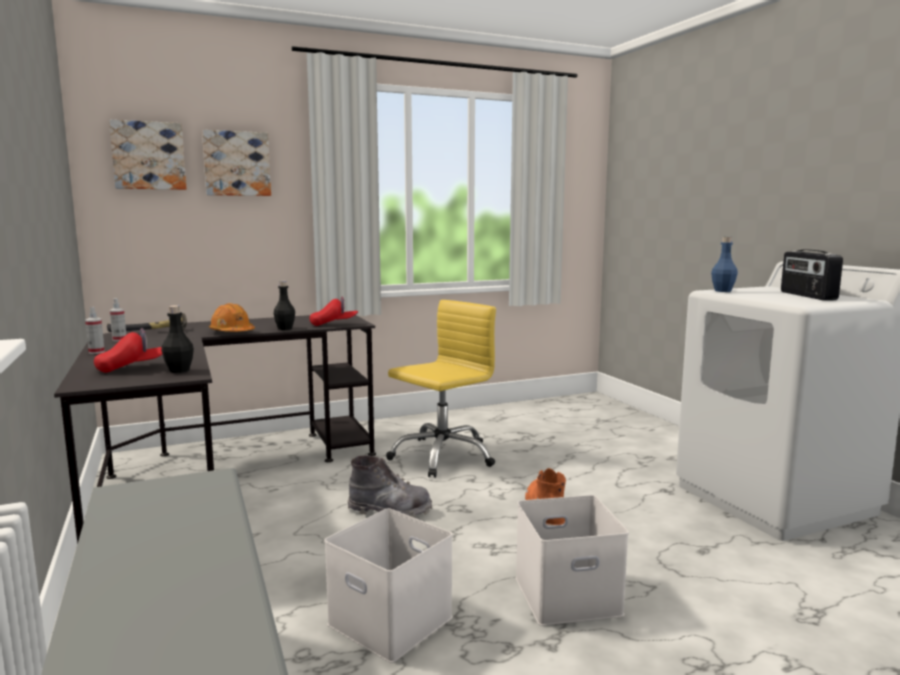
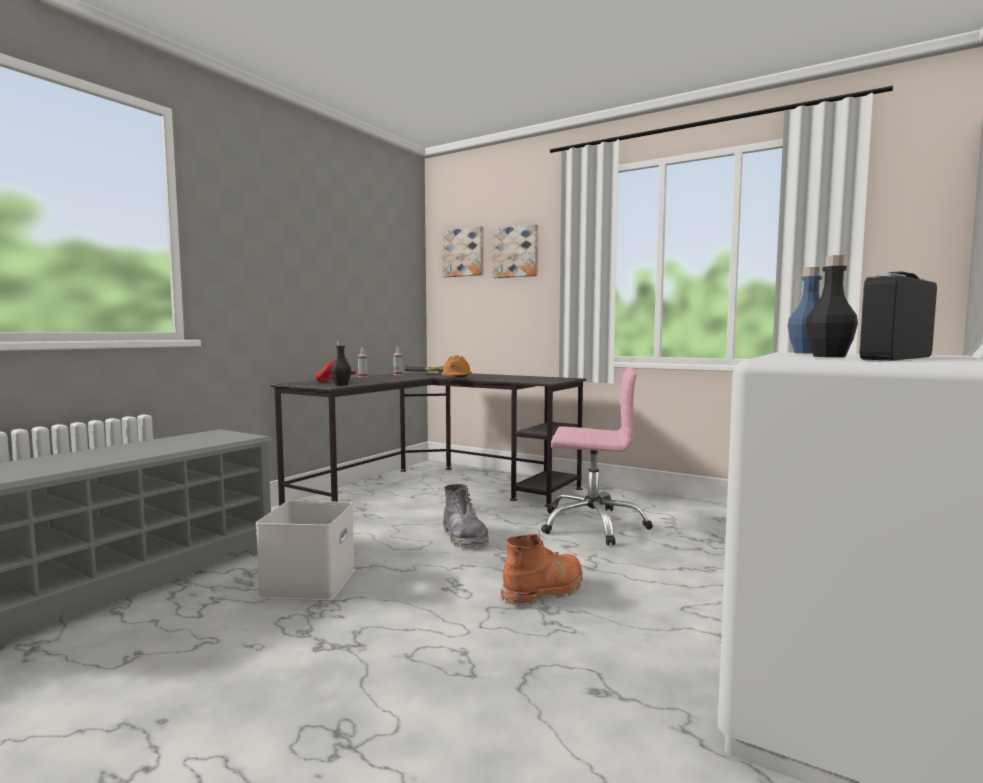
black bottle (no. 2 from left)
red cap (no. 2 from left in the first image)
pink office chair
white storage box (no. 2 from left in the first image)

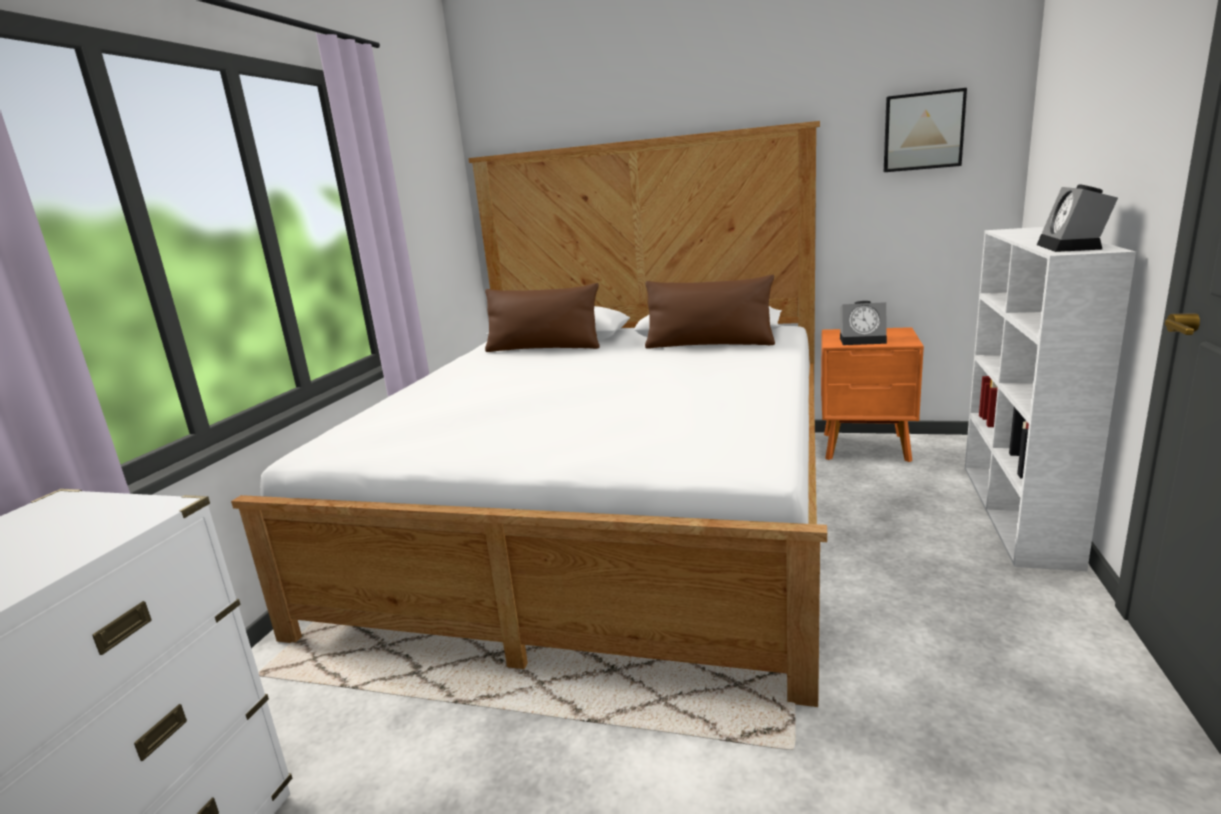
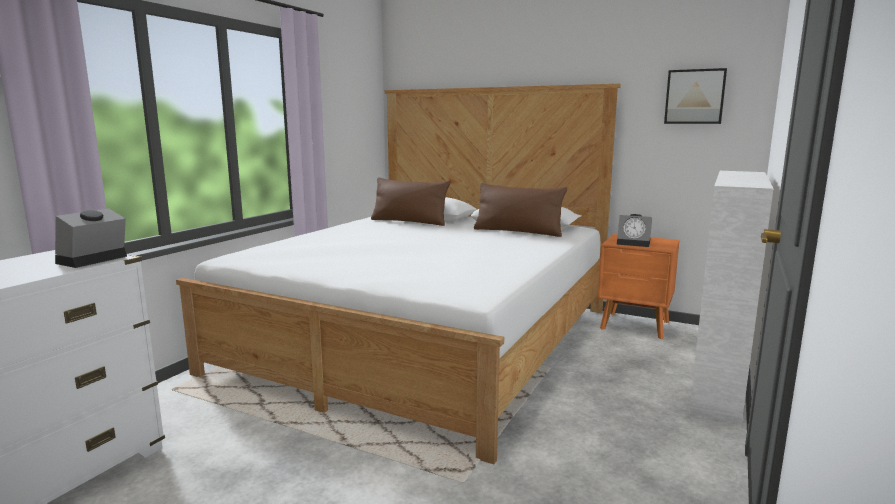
alarm clock (no. 1 from left)

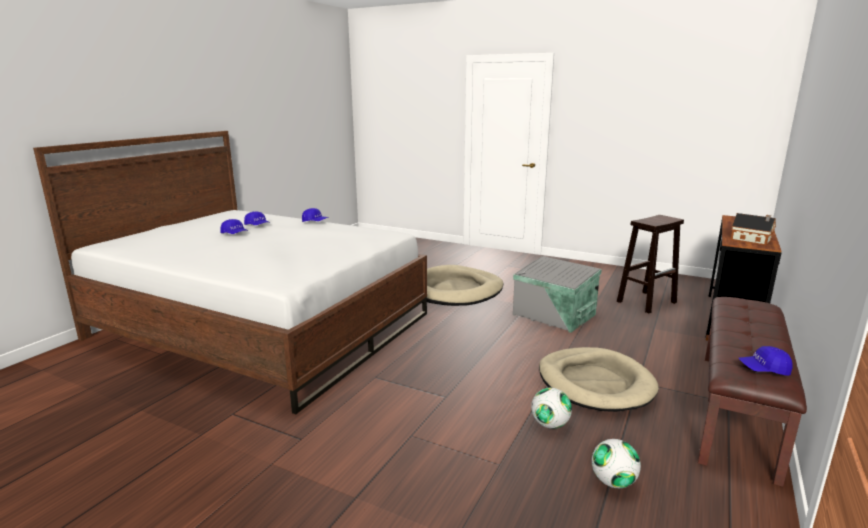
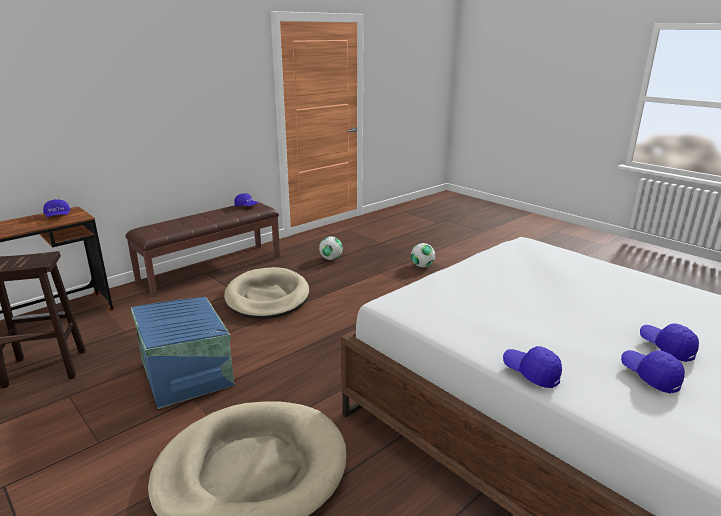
blue storage box
football (no. 2 from left)
blue cap (no. 1 from left)

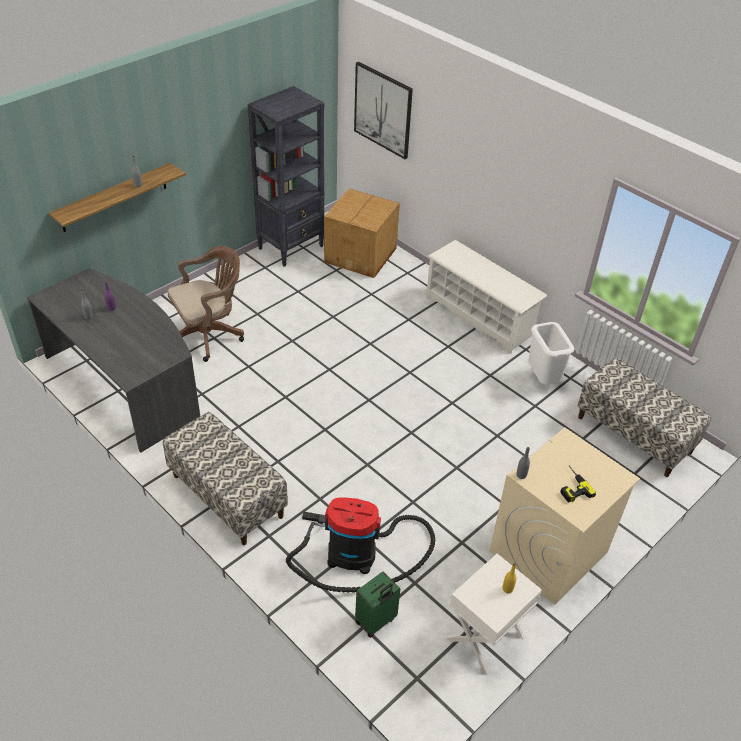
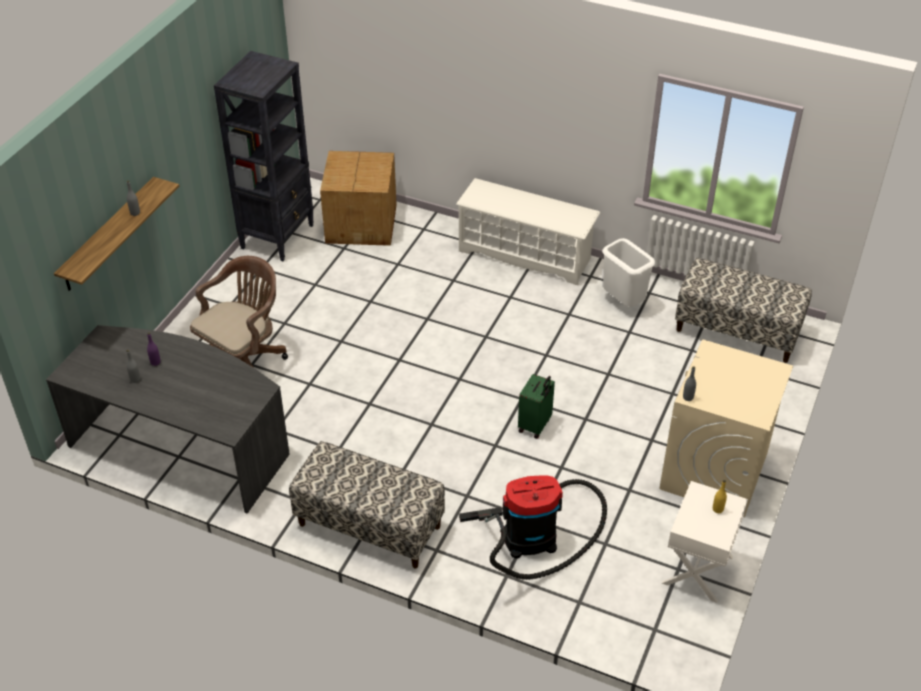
picture
green suitcase
power drill

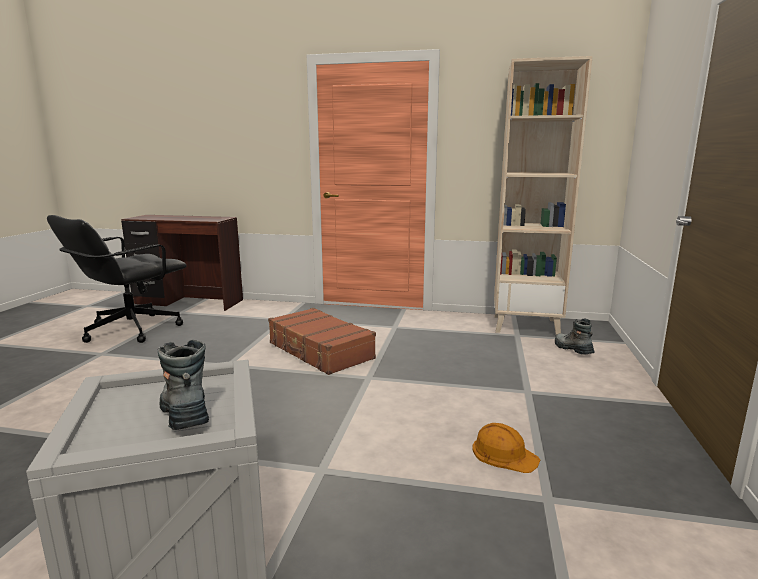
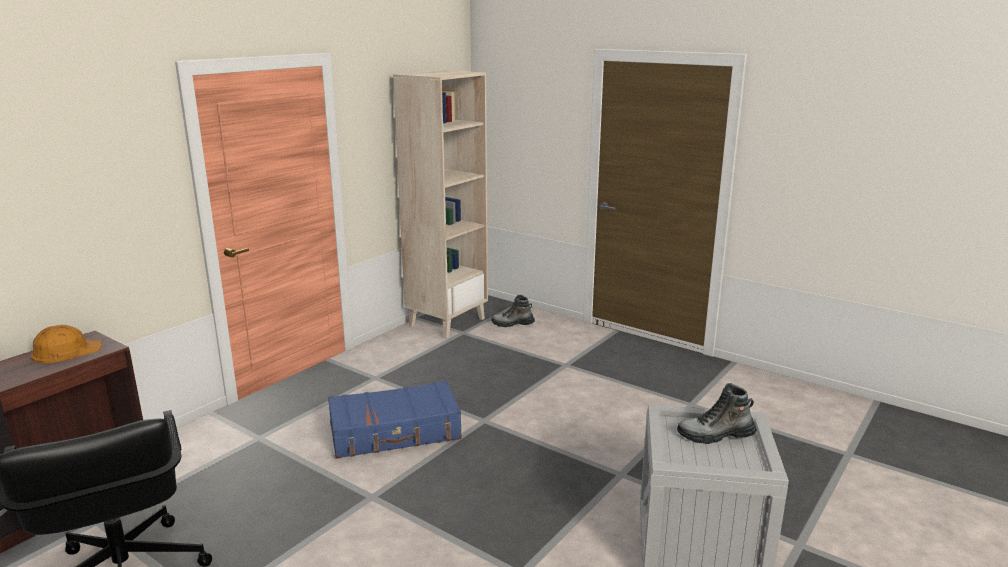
blue suitcase
orange hard hat

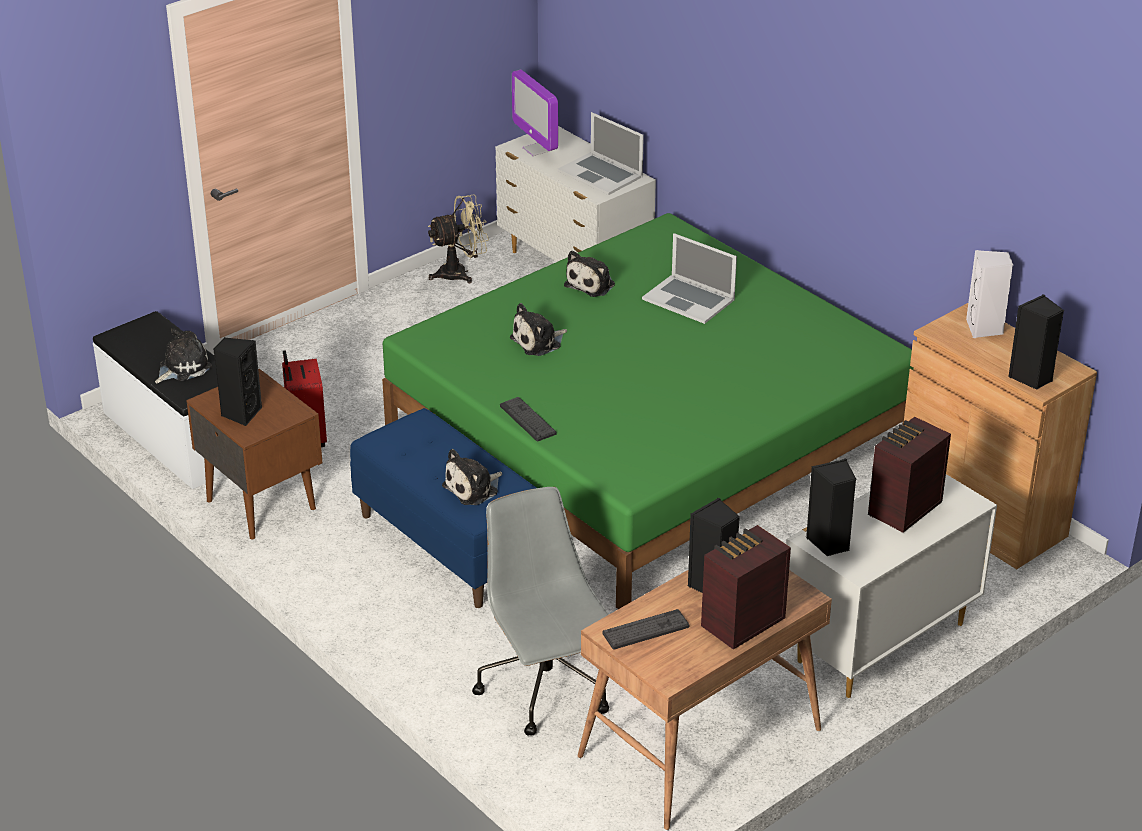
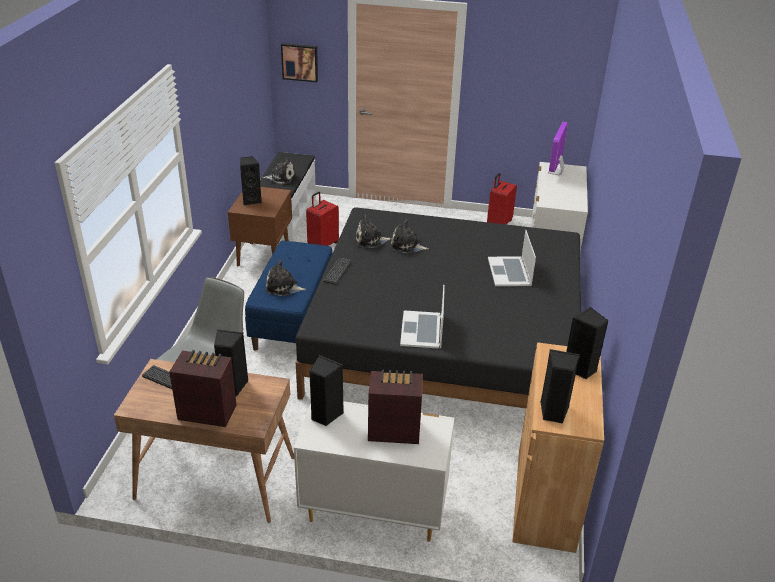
black bed
red suitcase (no. 2 from left)
laptop (no. 1 from left)
plush toy (no. 3 from left)
black speaker (no. 5 from left)
picture

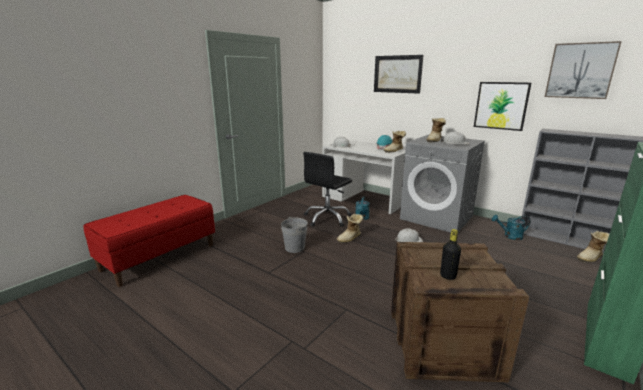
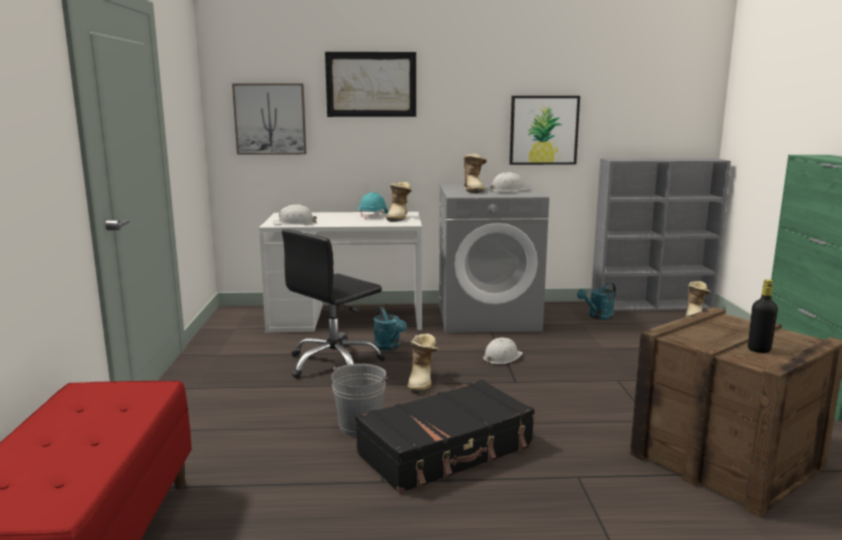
black office chair
picture (no. 1 from left)
black suitcase

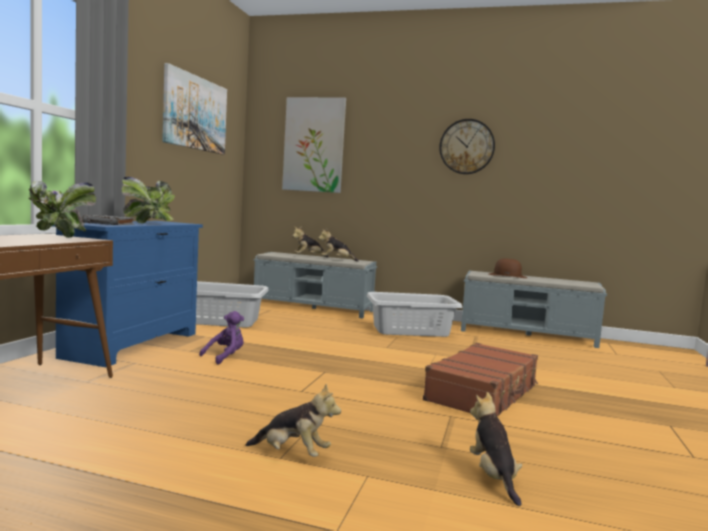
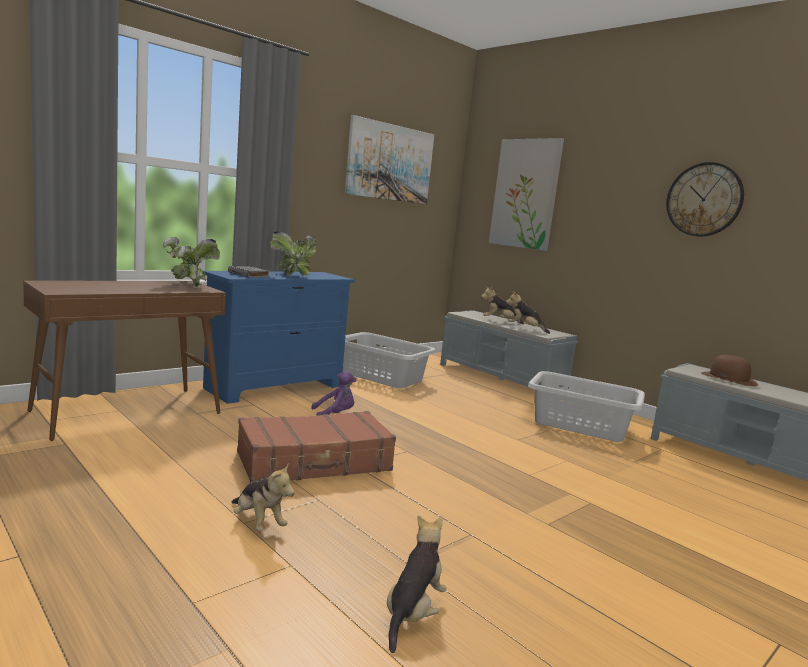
brown suitcase

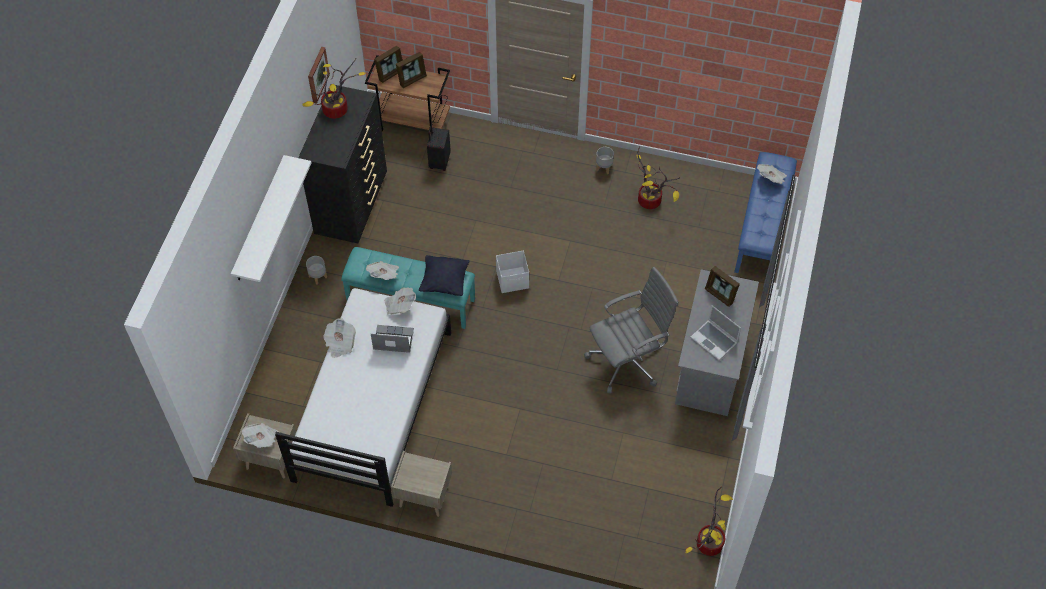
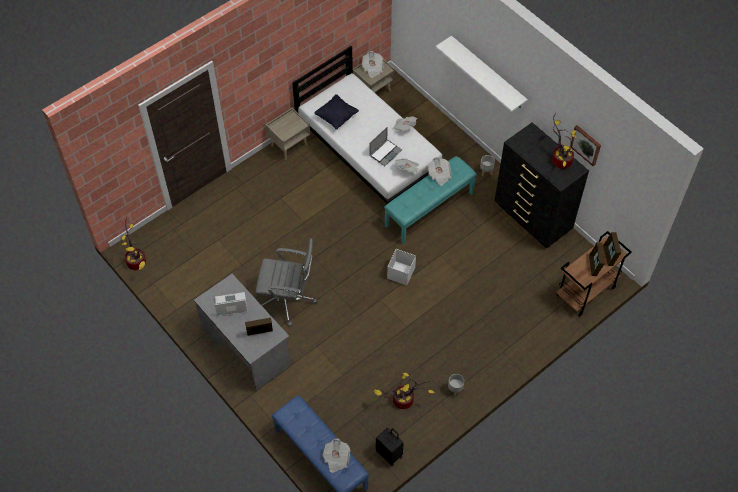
black pillow
black suitcase
grey office chair

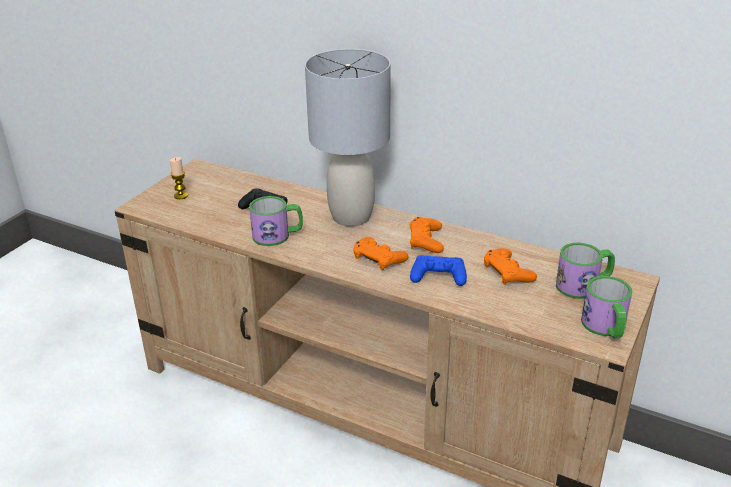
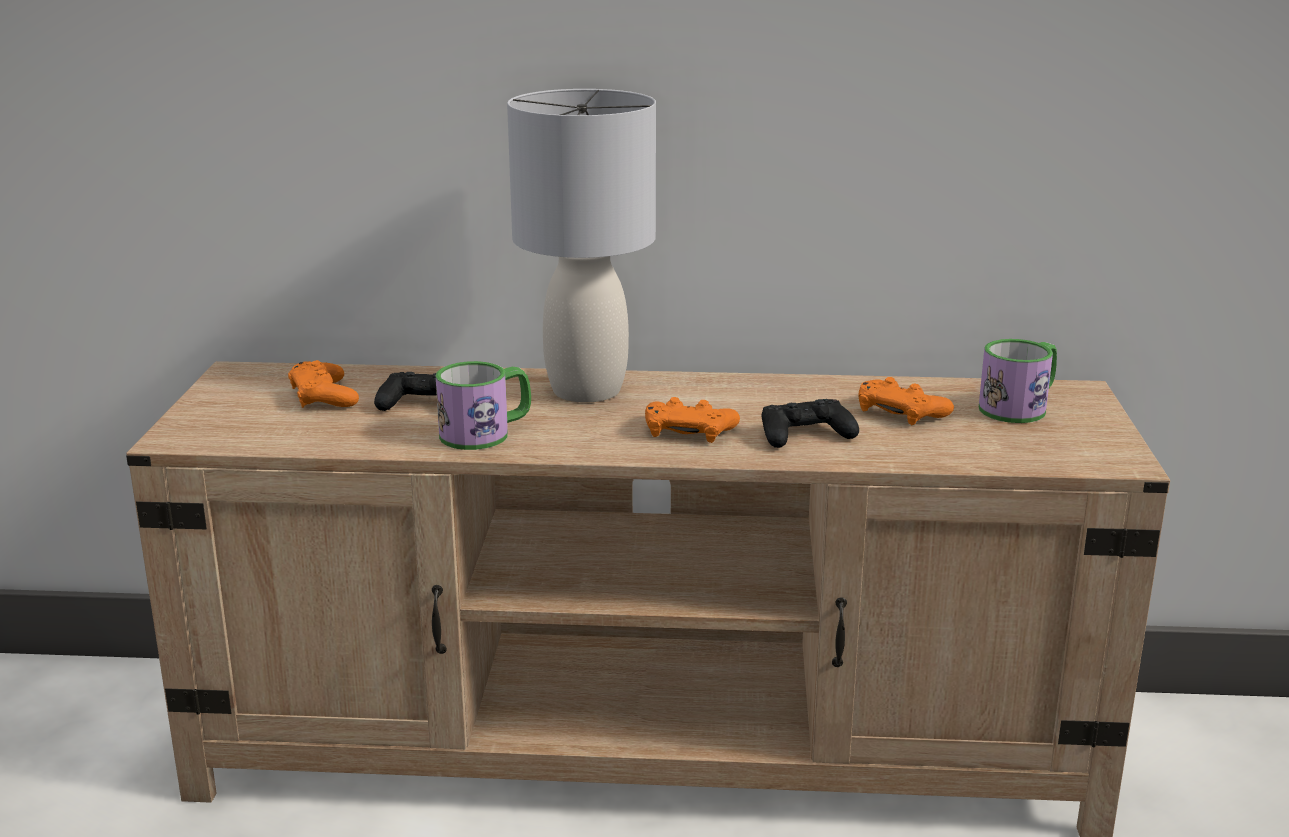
candle
orange game controller (no. 1 from left)
black game controller (no. 2 from left)
mug (no. 3 from left in the first image)

